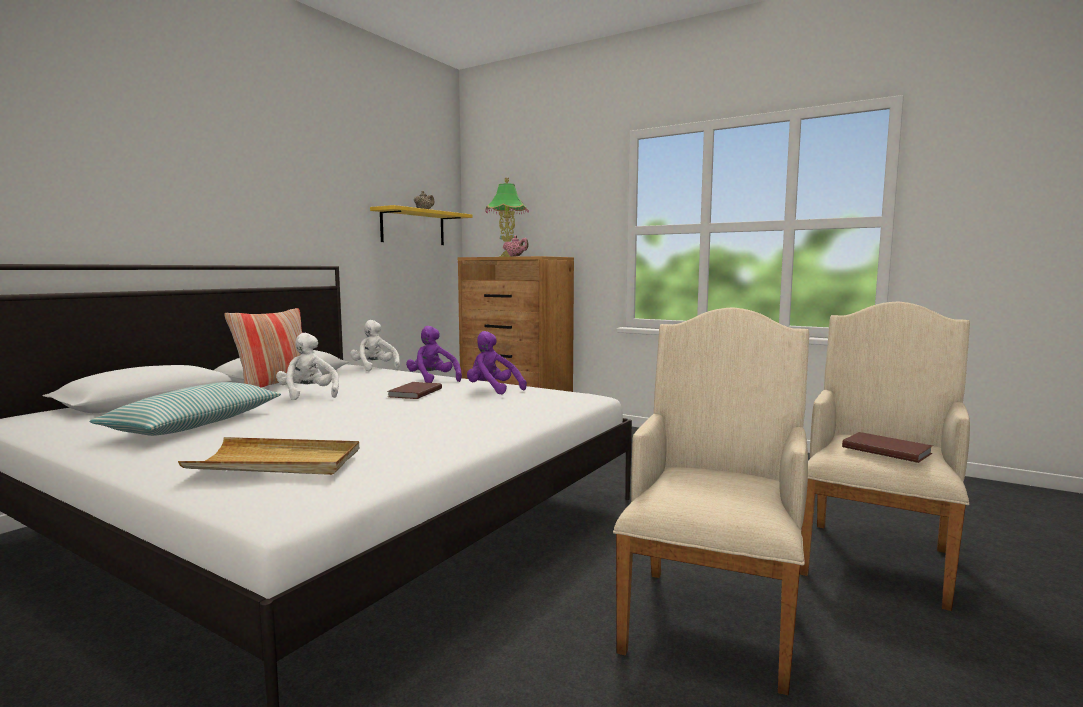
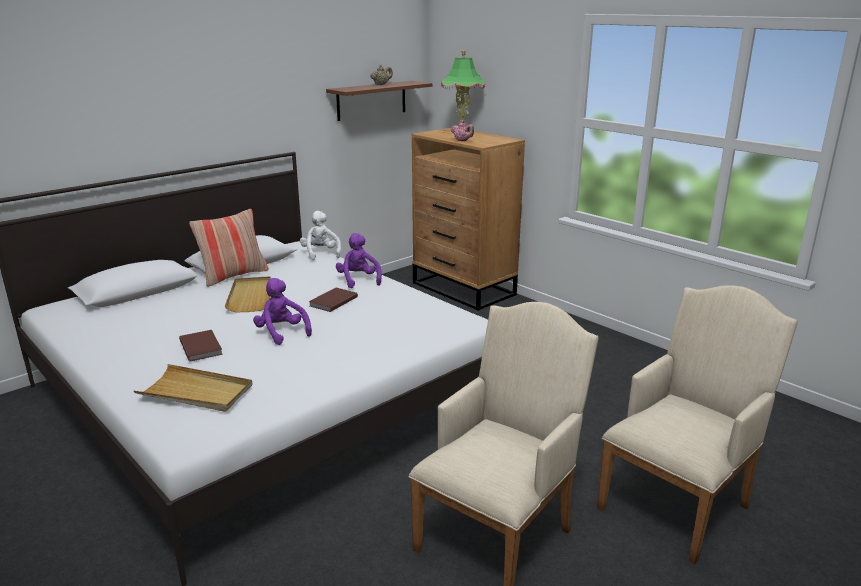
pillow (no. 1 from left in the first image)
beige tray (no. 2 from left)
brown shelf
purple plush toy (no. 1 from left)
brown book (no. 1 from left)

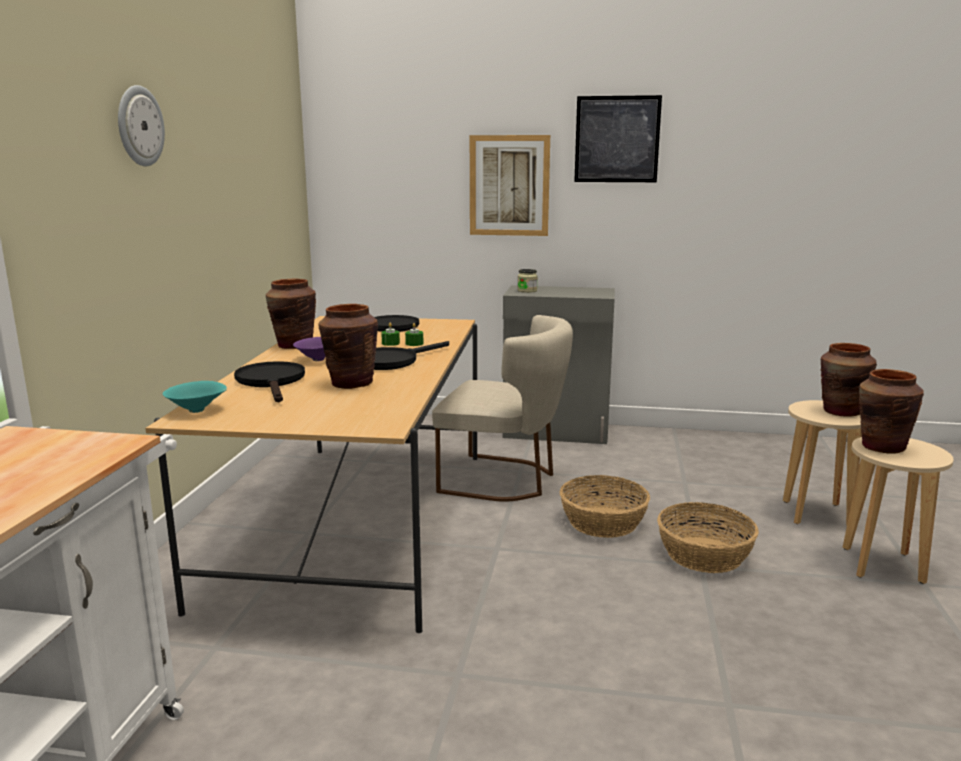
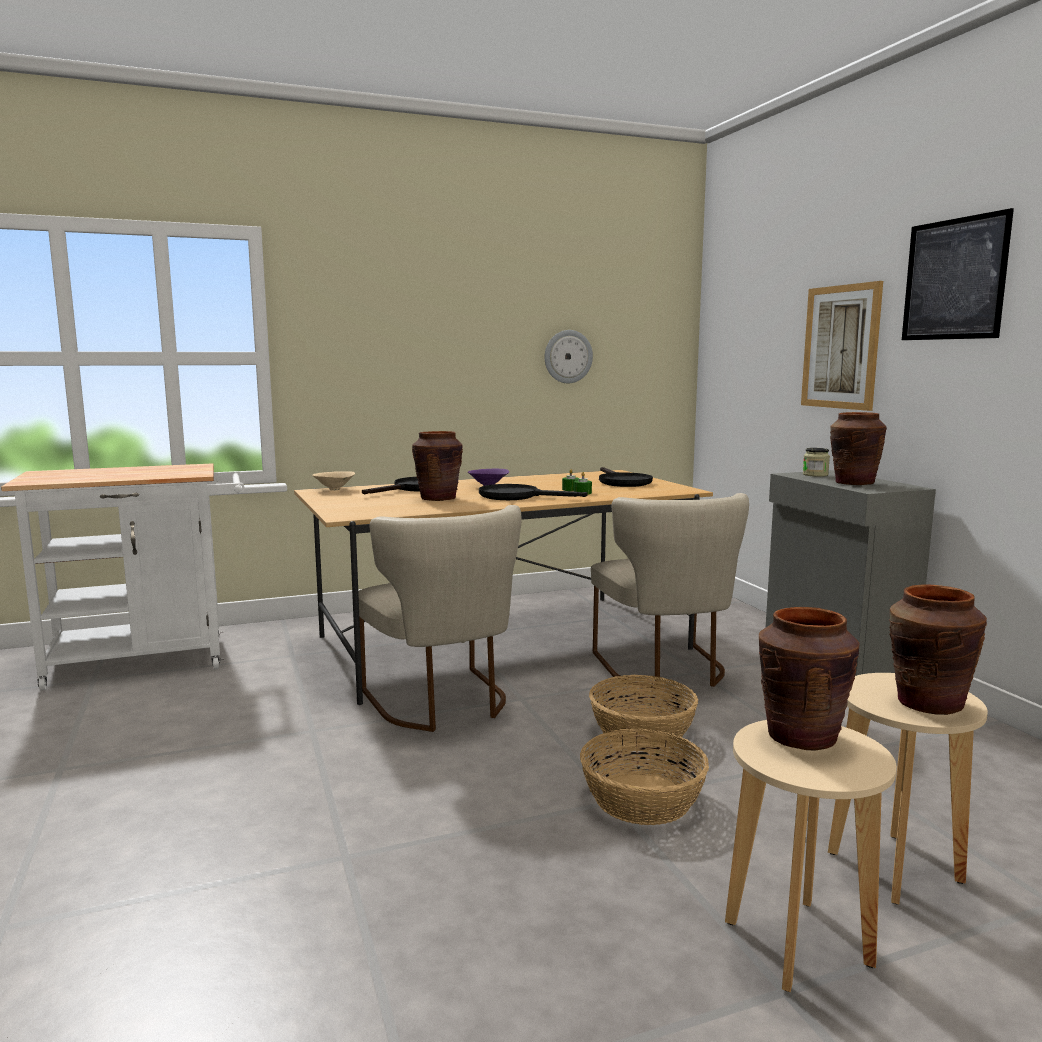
wall clock
beige bowl
brown vase (no. 3 from left)
beige chair (no. 1 from left)

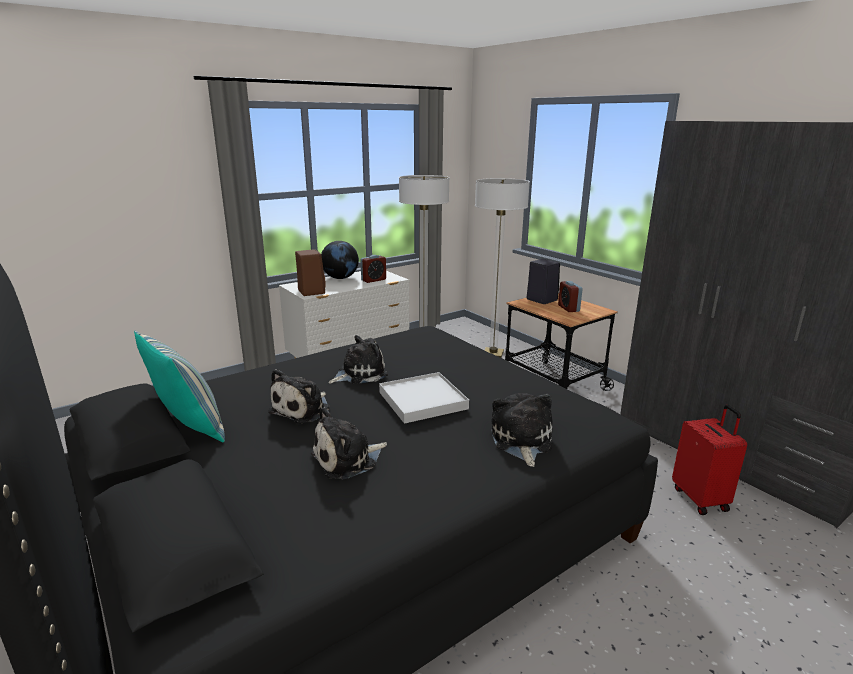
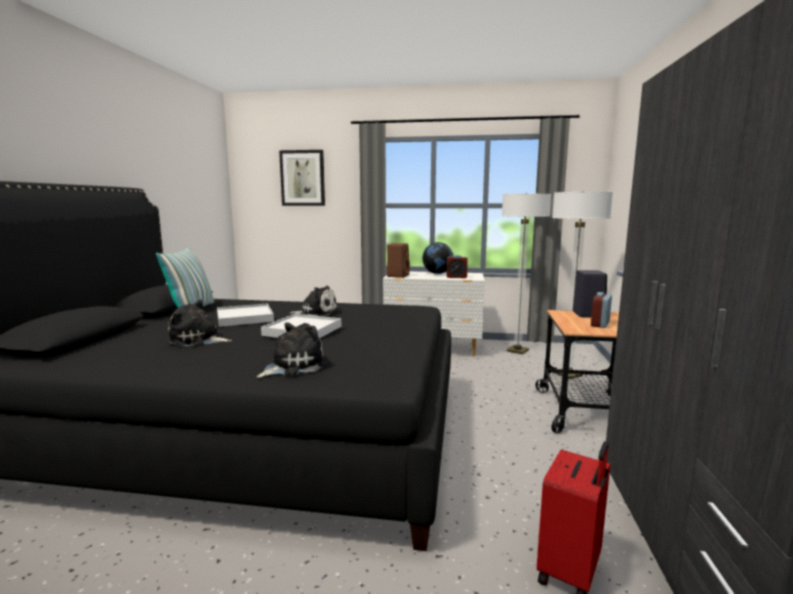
white tray (no. 1 from left)
picture

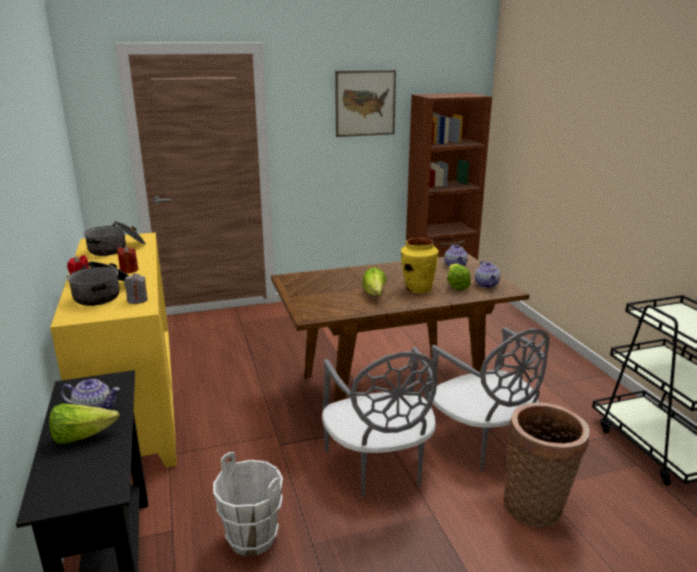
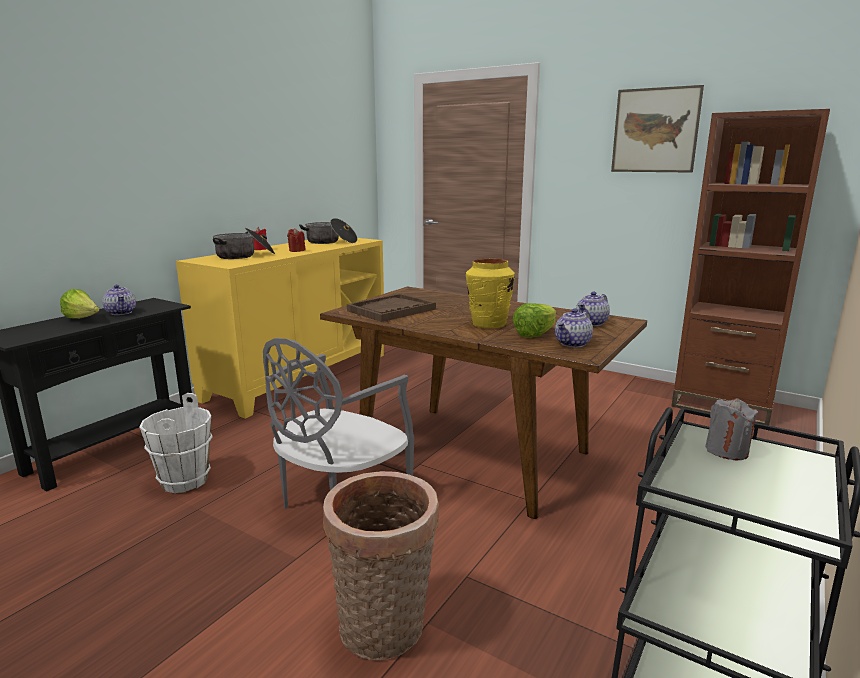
grey candle
lettuce (no. 2 from left in the first image)
grey chair (no. 2 from left in the first image)
brown tray

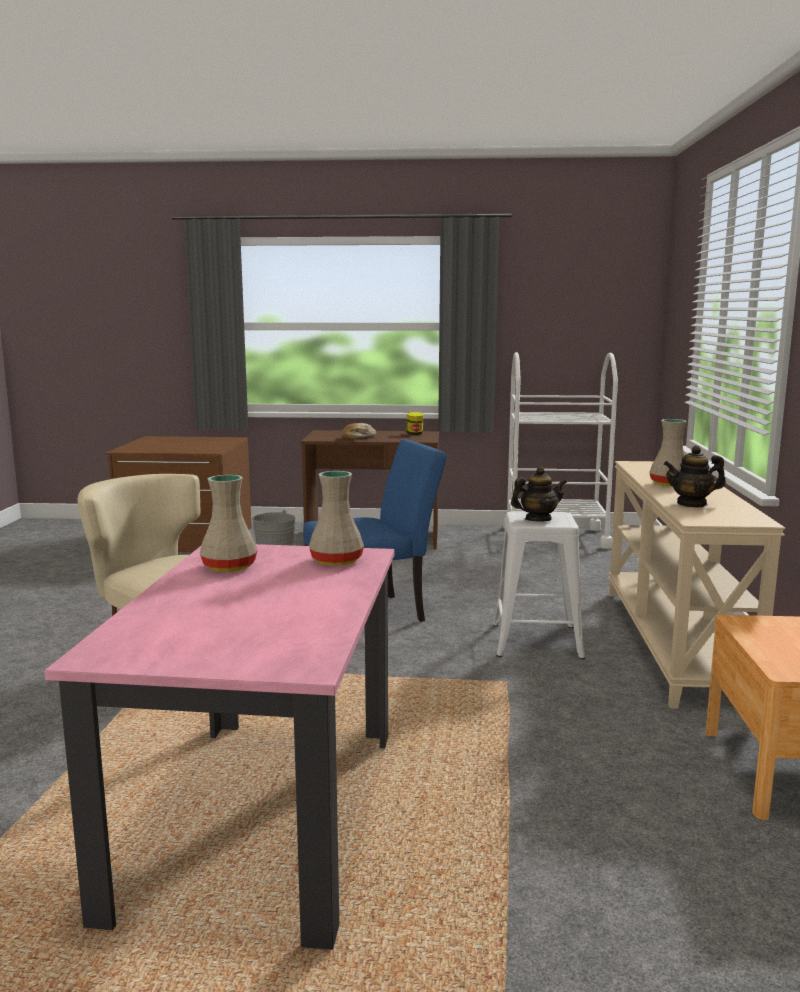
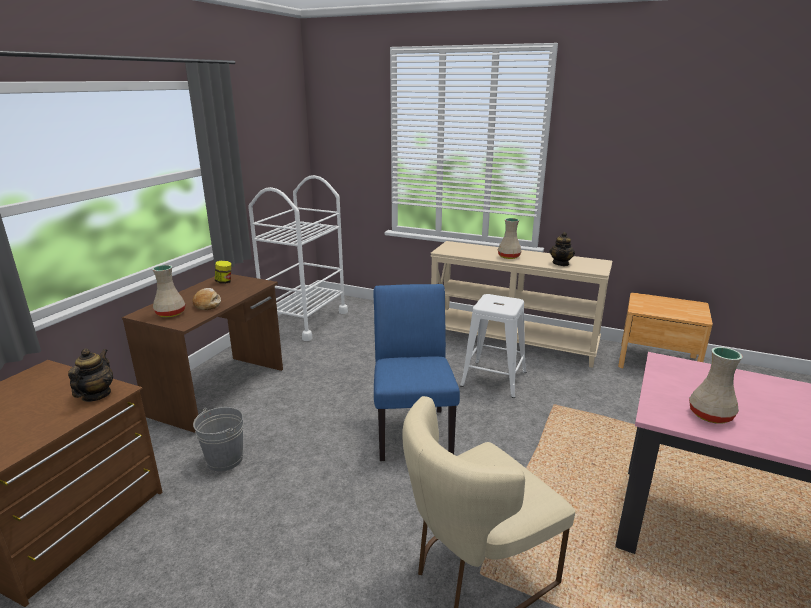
beige vase (no. 1 from left)
teapot (no. 1 from left)

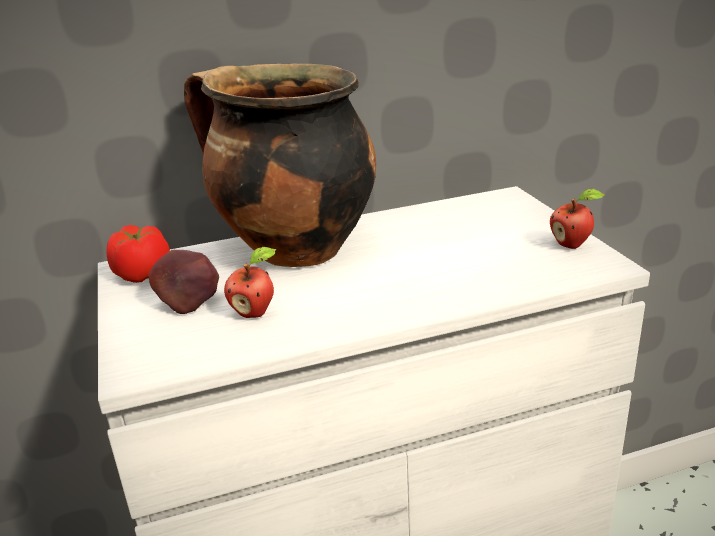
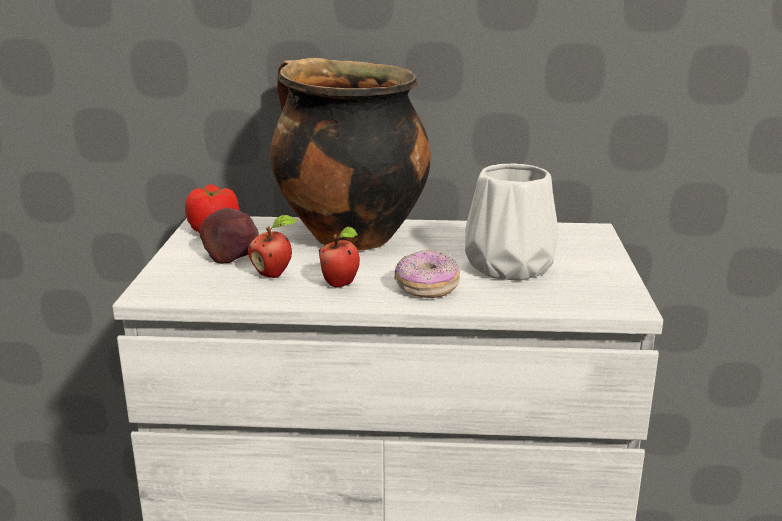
apple (no. 3 from left)
donut
white vase

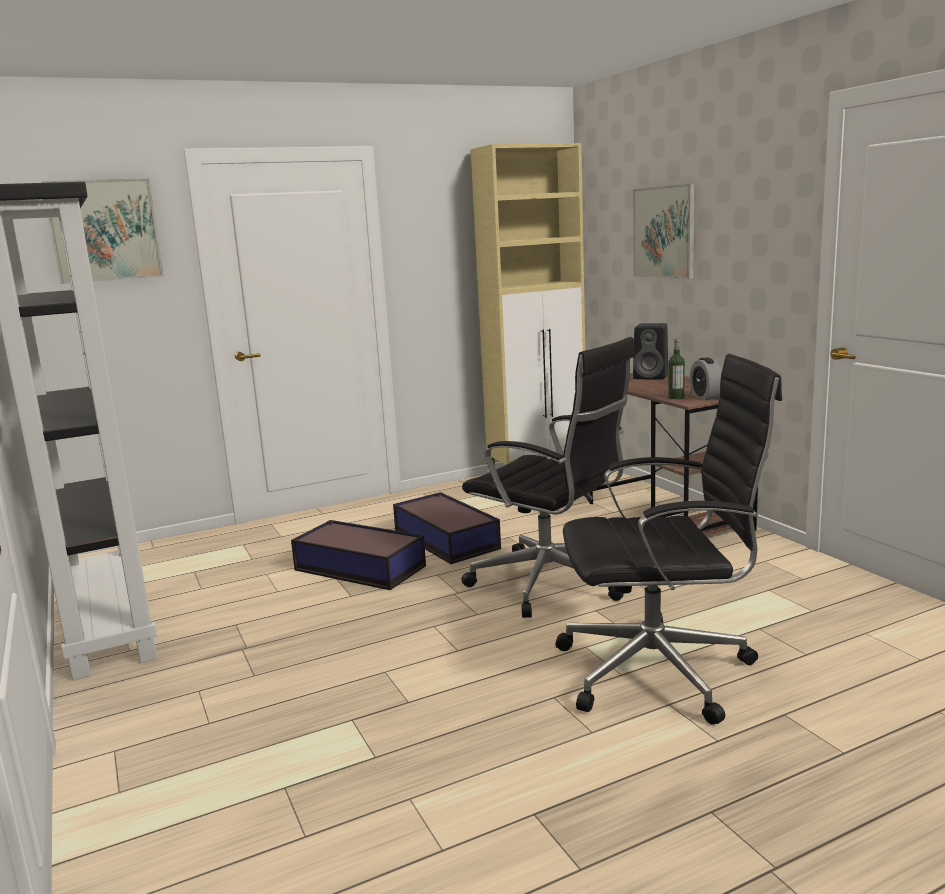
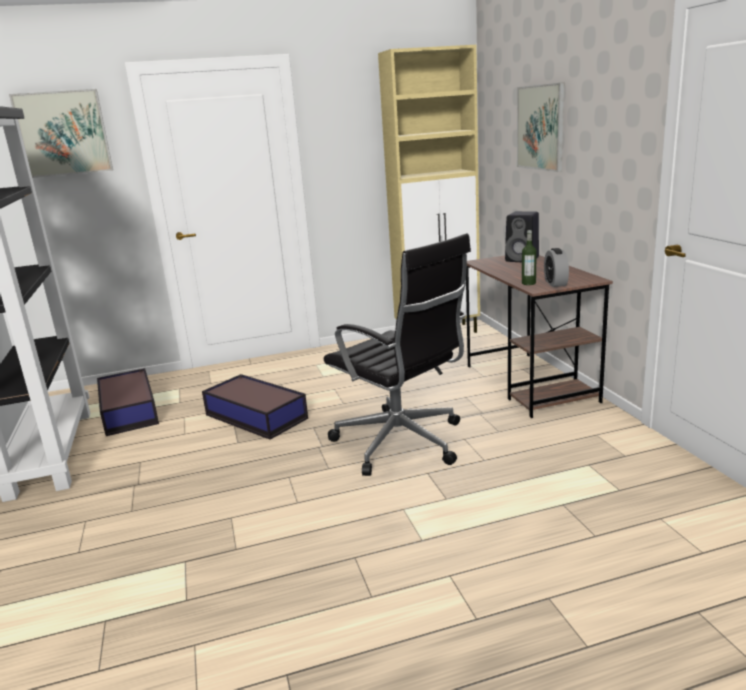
storage box (no. 1 from left)
black office chair (no. 2 from left in the first image)

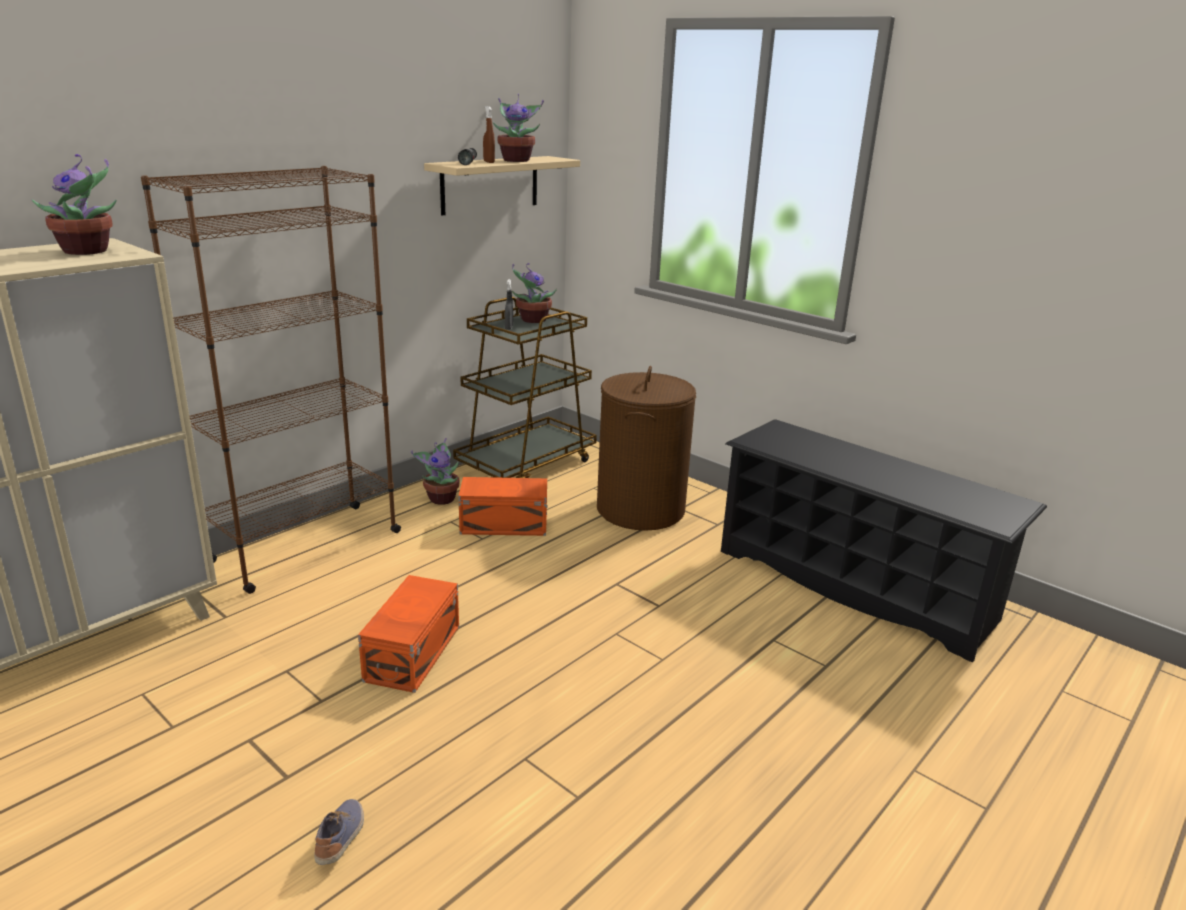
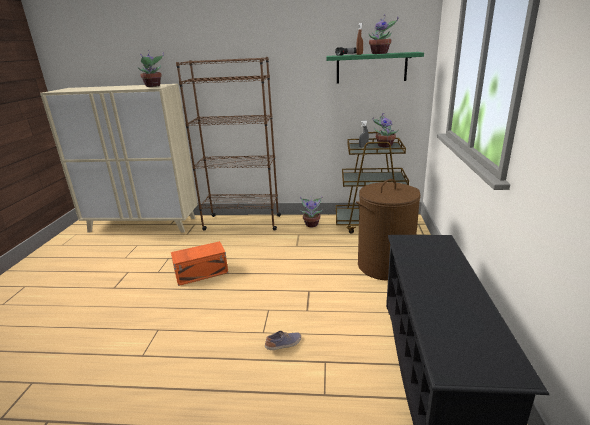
shoe
green shelf
orange storage box (no. 2 from left in the first image)

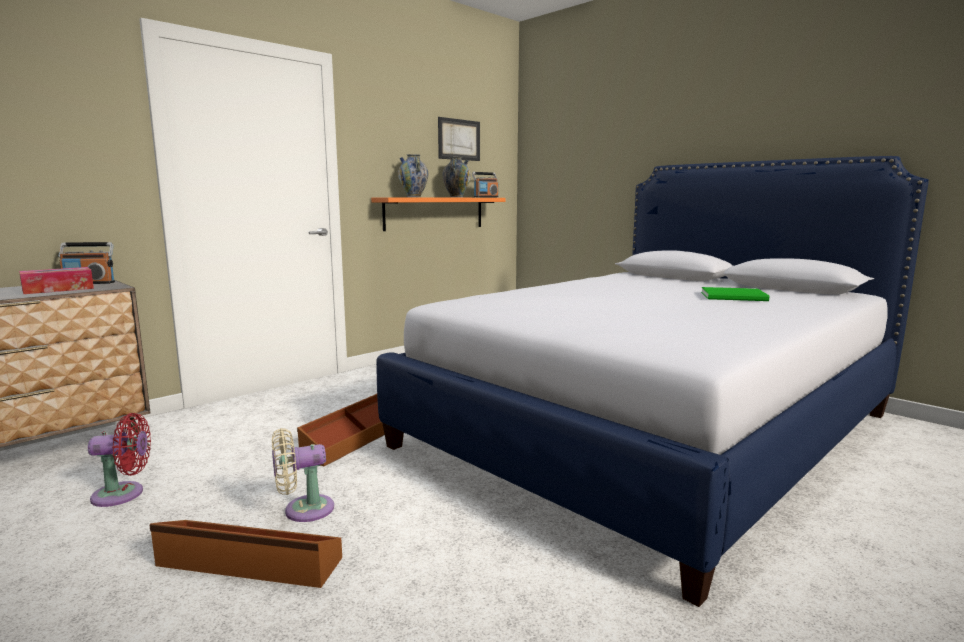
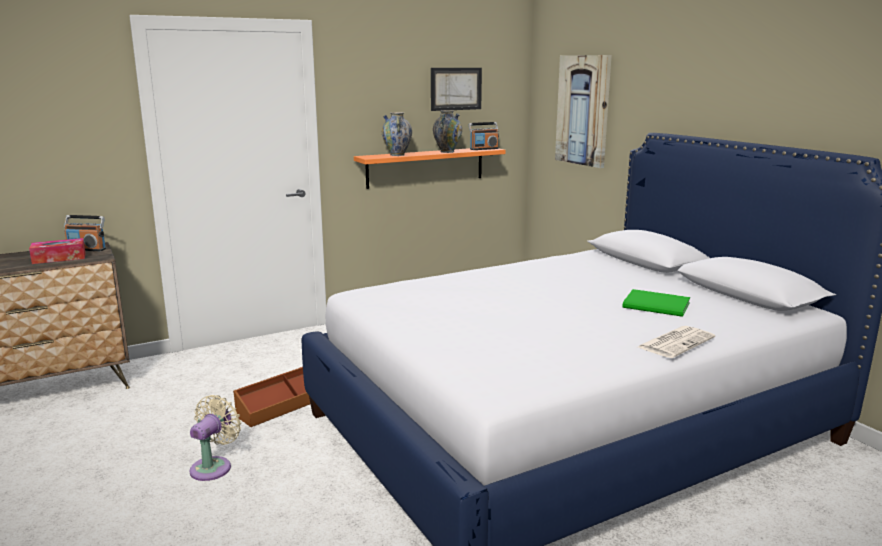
red fan
brown storage box (no. 1 from left in the first image)
beige fan
picture (no. 2 from left)
newspaper

